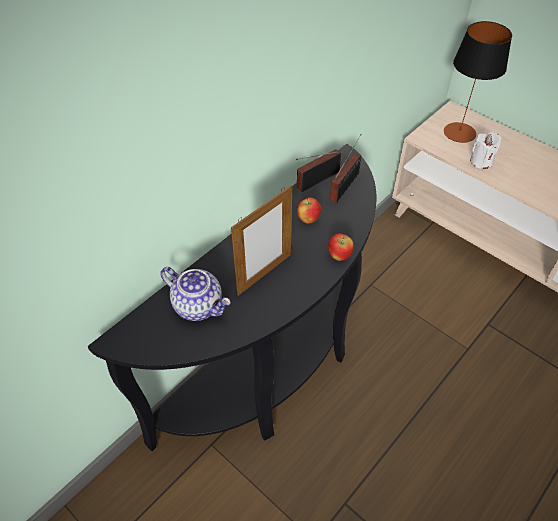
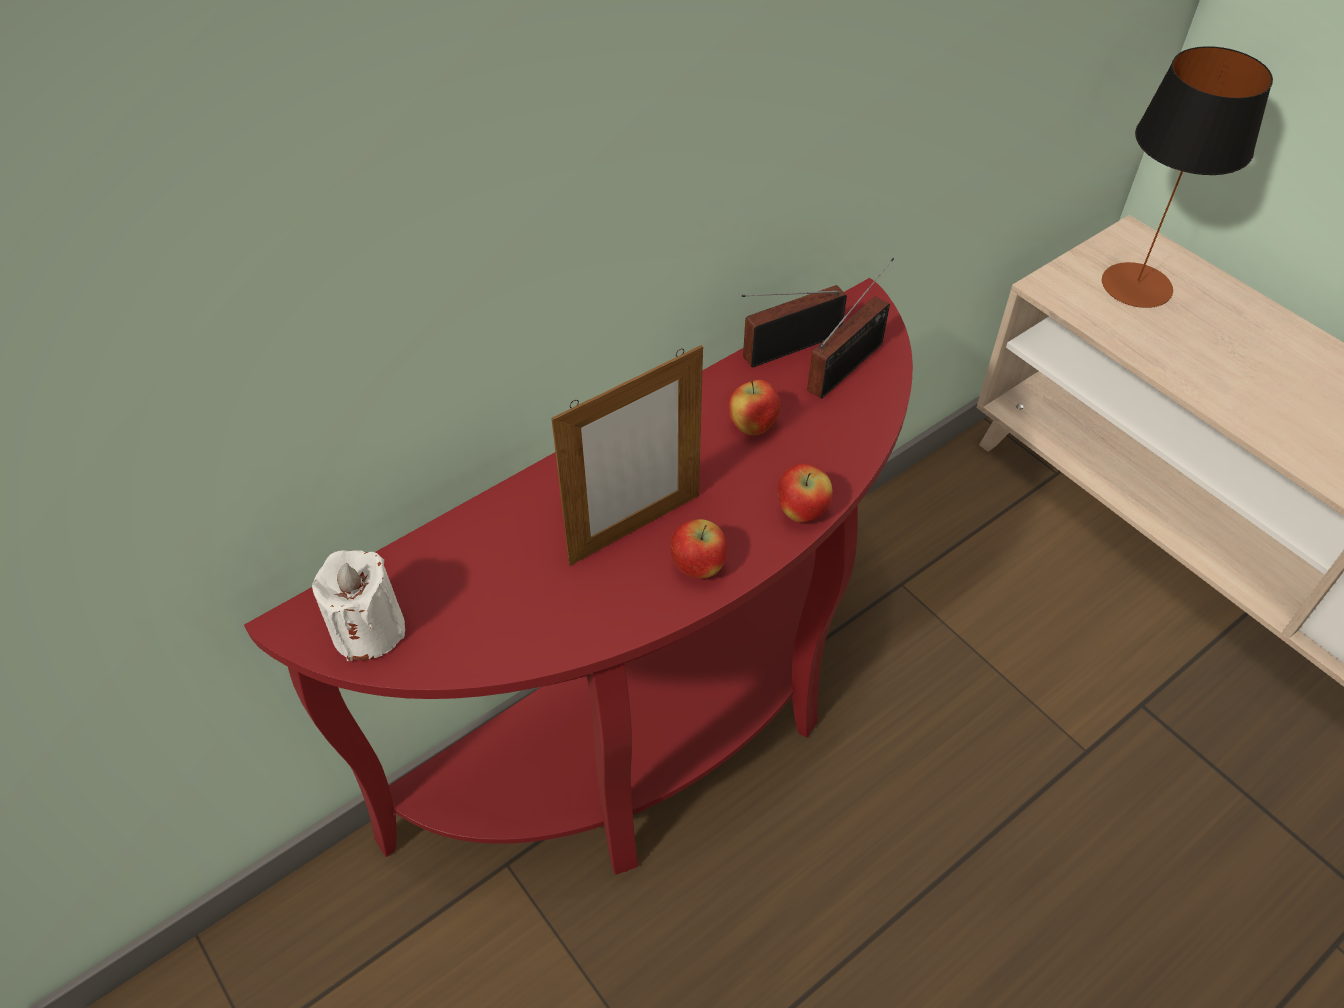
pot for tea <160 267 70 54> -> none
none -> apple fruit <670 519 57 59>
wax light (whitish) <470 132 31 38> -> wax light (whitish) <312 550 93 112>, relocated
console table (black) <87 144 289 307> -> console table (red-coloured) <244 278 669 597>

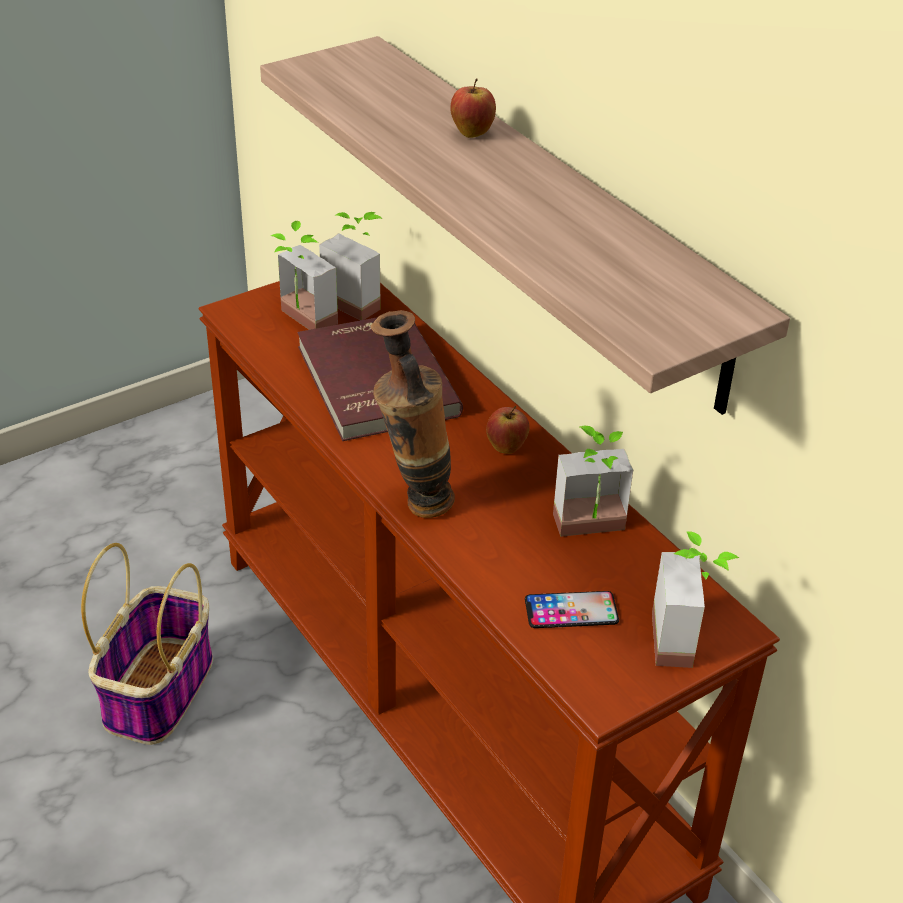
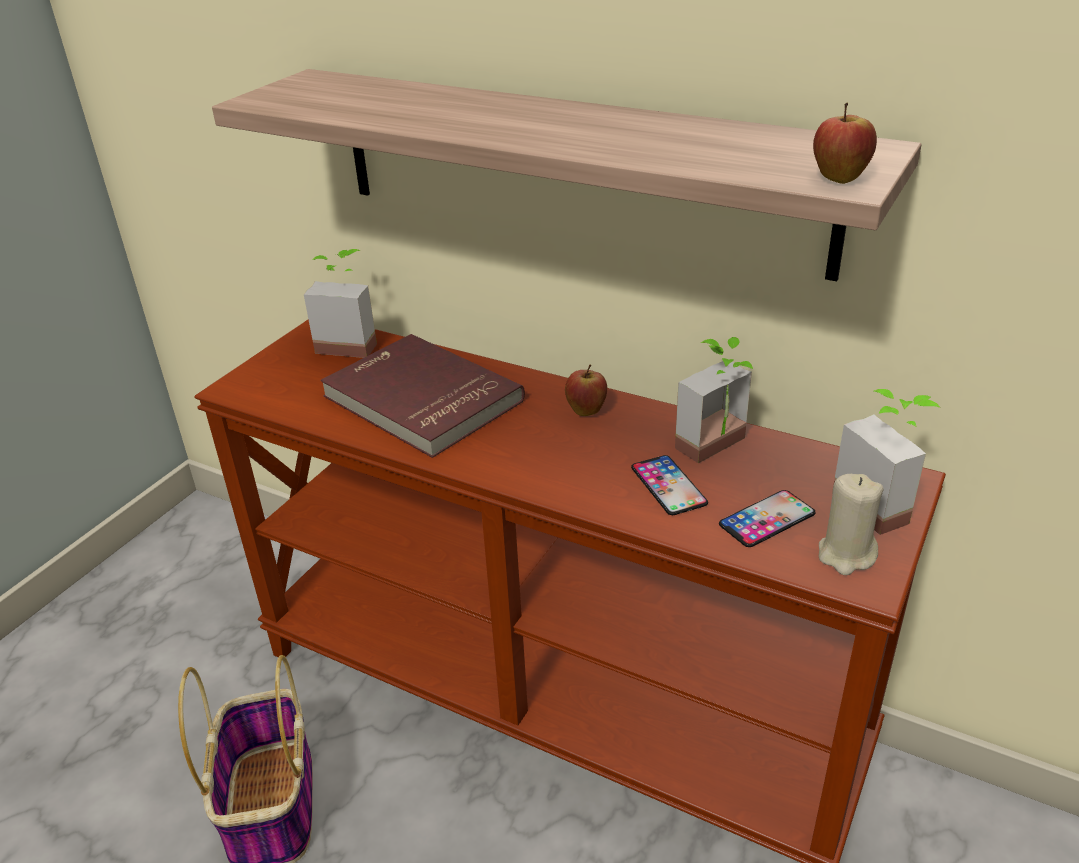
plant in a pot <271 221 67 109> -> none
vase <370 310 85 208> -> none
none -> phone <631 455 77 60>
none -> wax light (beige) <819 474 65 101>
apple fruit <450 78 46 60> -> apple fruit <813 103 64 81>, relocated

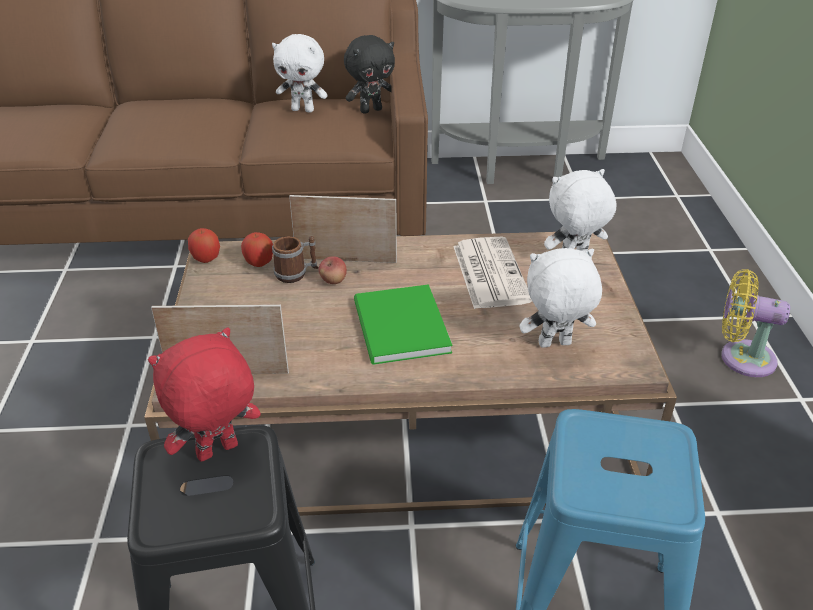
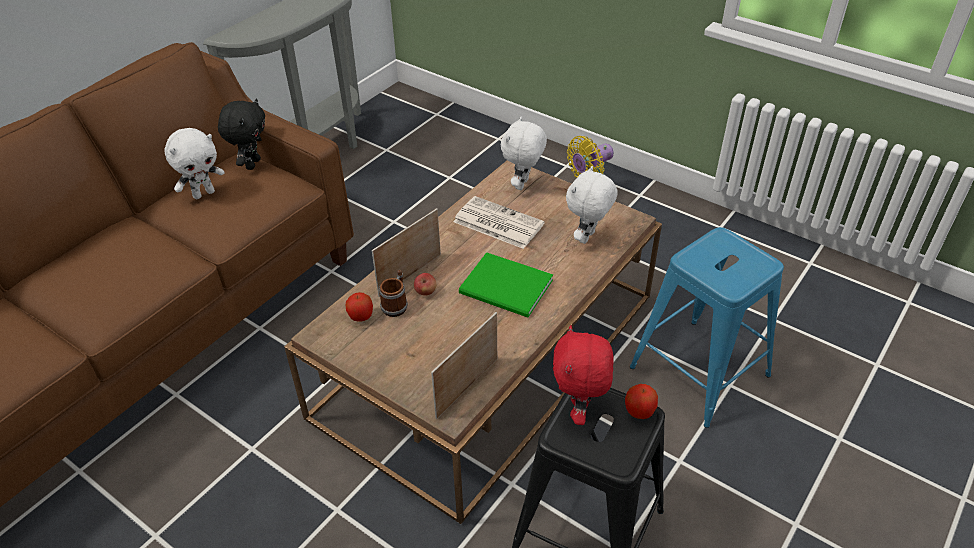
apple fruit <188 228 32 35> -> apple fruit <625 384 33 35>, relocated

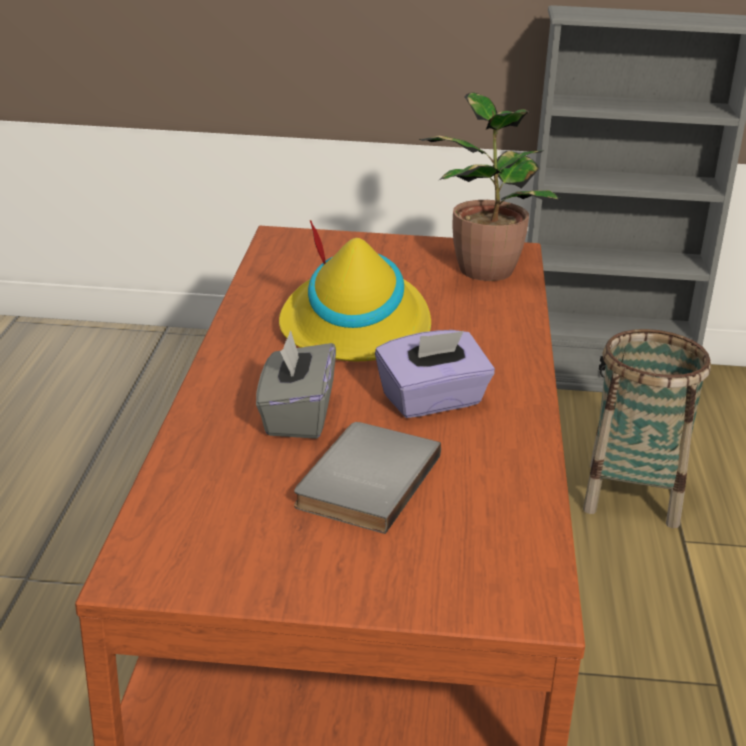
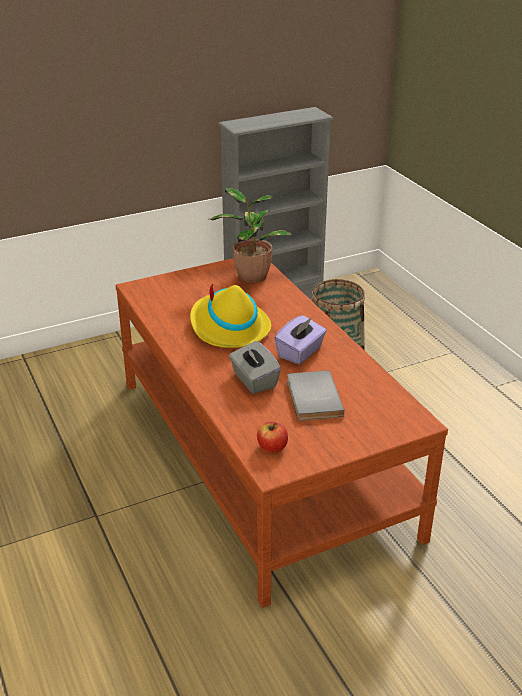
none -> apple fruit <257 422 31 31>

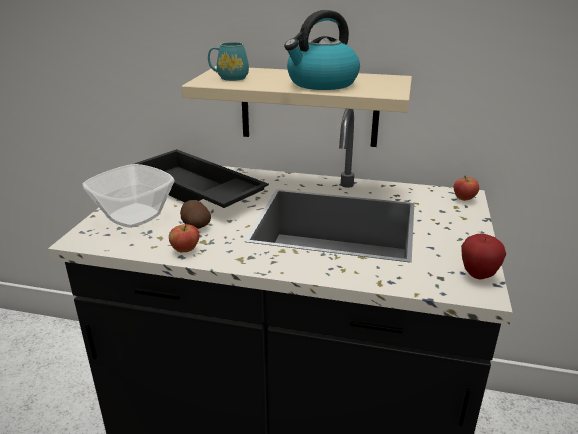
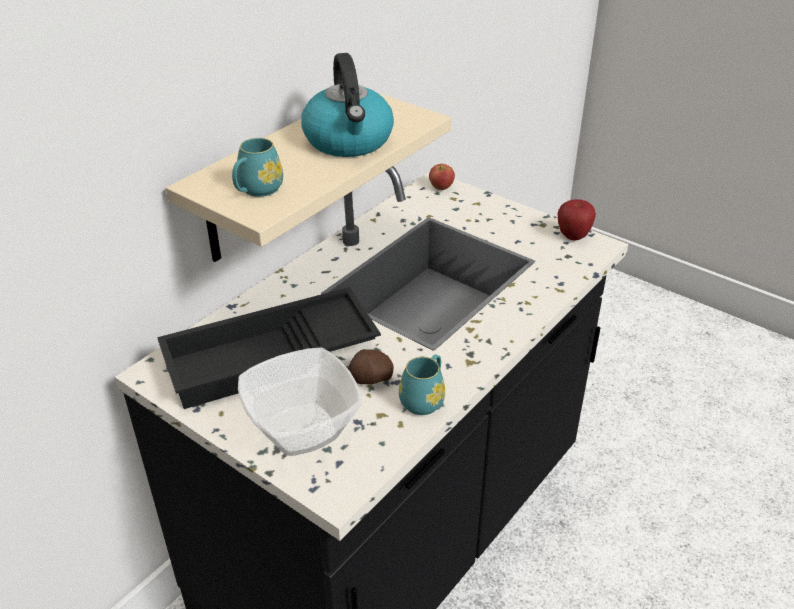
apple fruit <169 224 31 28> -> coffee mug (blue-green) <399 354 46 61>

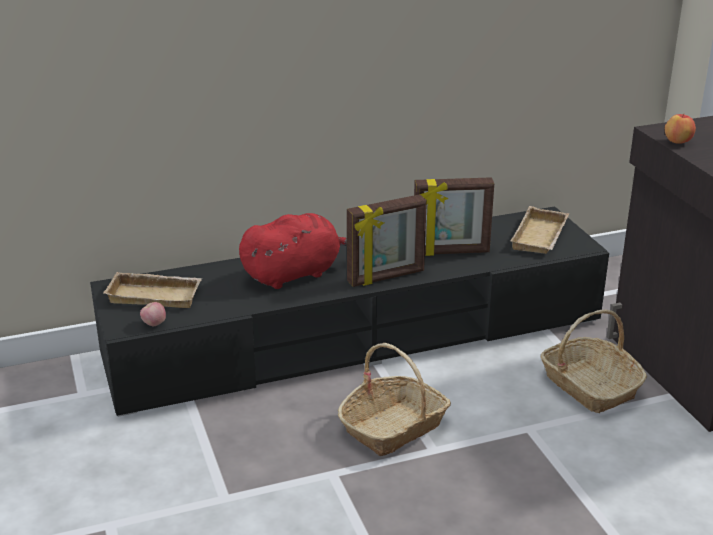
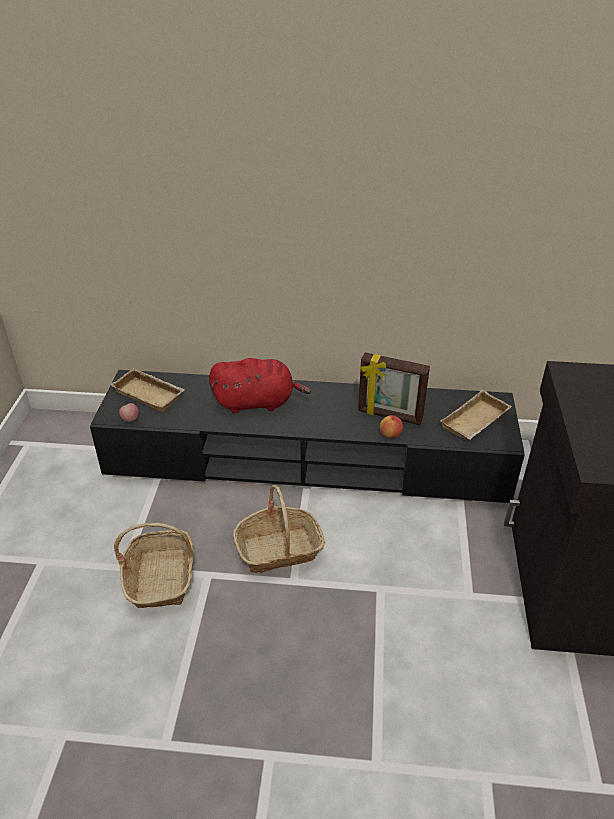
picture frame <347 194 80 93> -> none
household basket <541 310 106 103> -> household basket <114 523 80 85>, relocated
apple fruit <665 114 31 30> -> apple fruit <380 415 23 23>, relocated

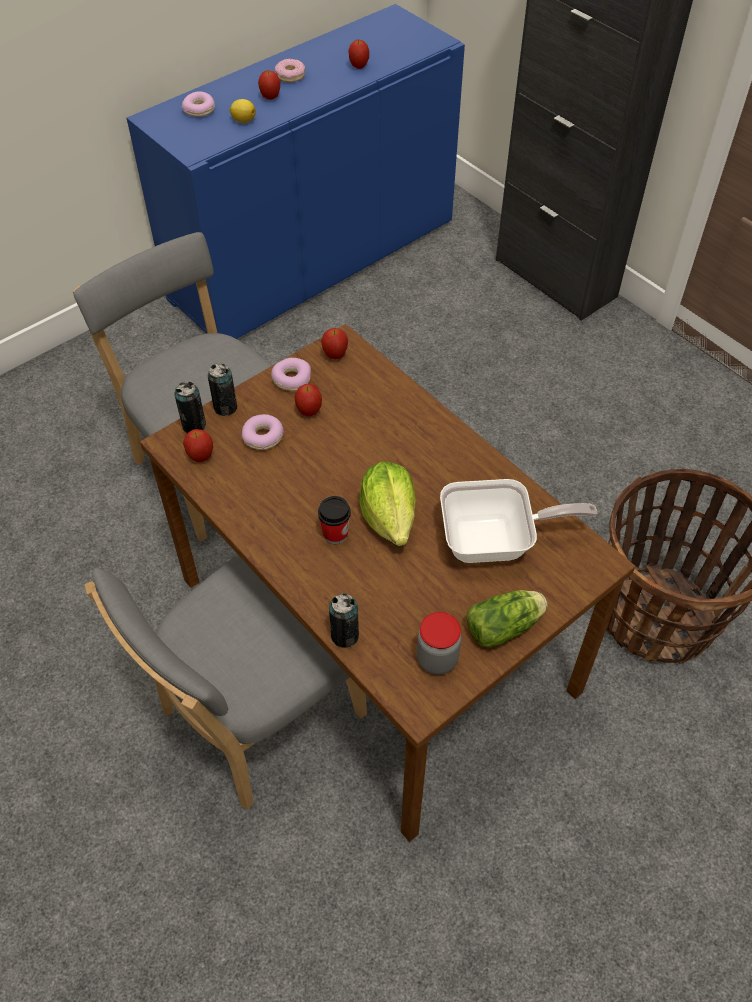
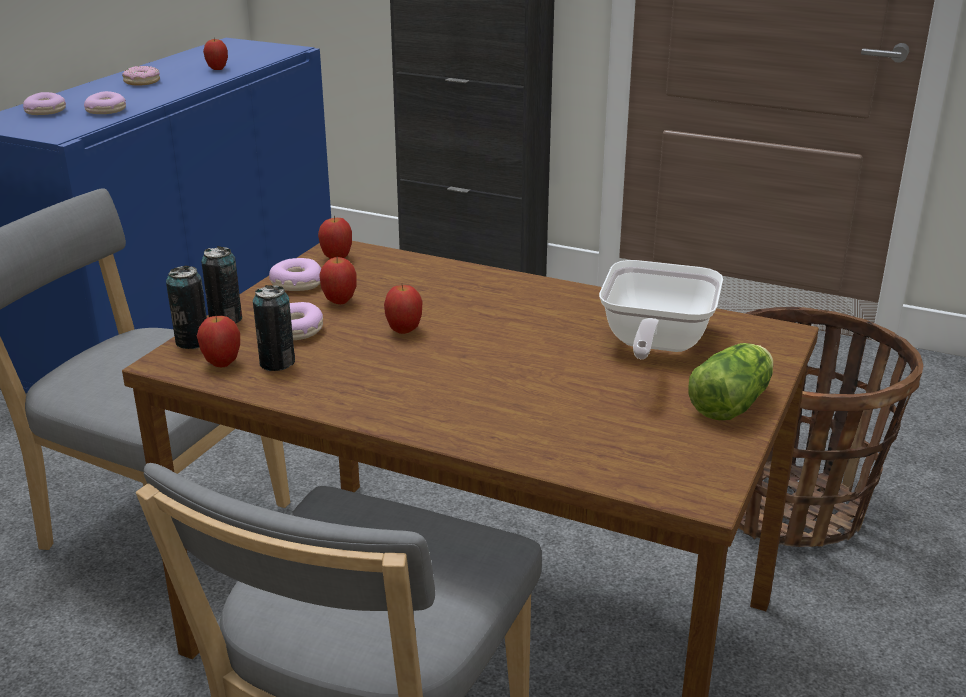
cup <318 496 33 48> -> none
lettuce <359 462 57 84> -> none
jar <417 612 44 63> -> none
apple fruit <258 71 22 29> -> apple fruit <384 285 39 49>, relocated
metal can <329 593 30 55> -> metal can <253 285 42 86>, relocated
whole lemon <229 99 27 24> -> ring doughnut <84 91 42 23>
pan <440 479 158 84> -> pan <599 260 124 99>, 135 degrees clockwise

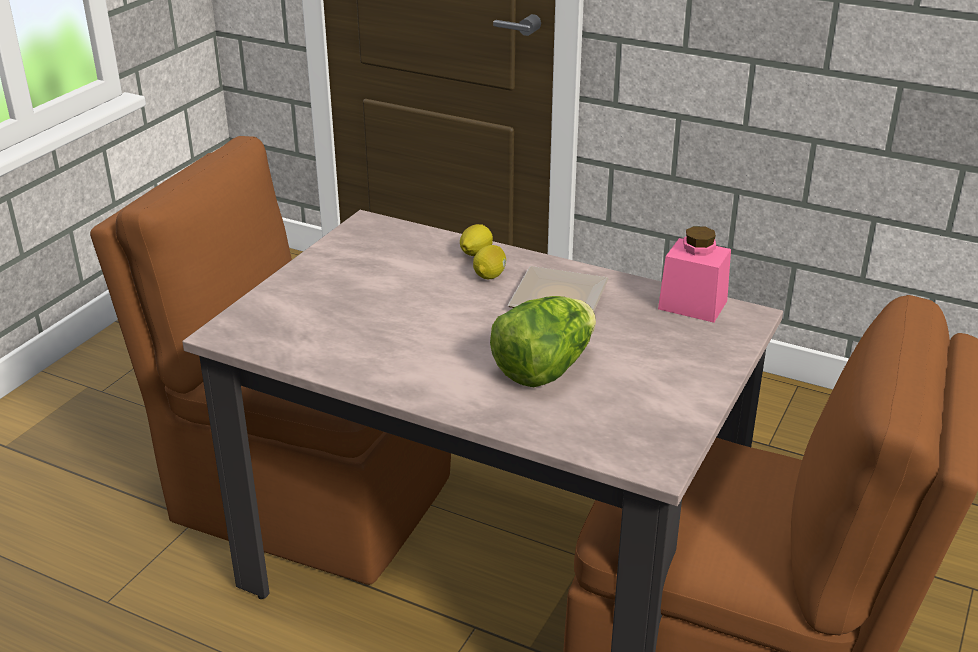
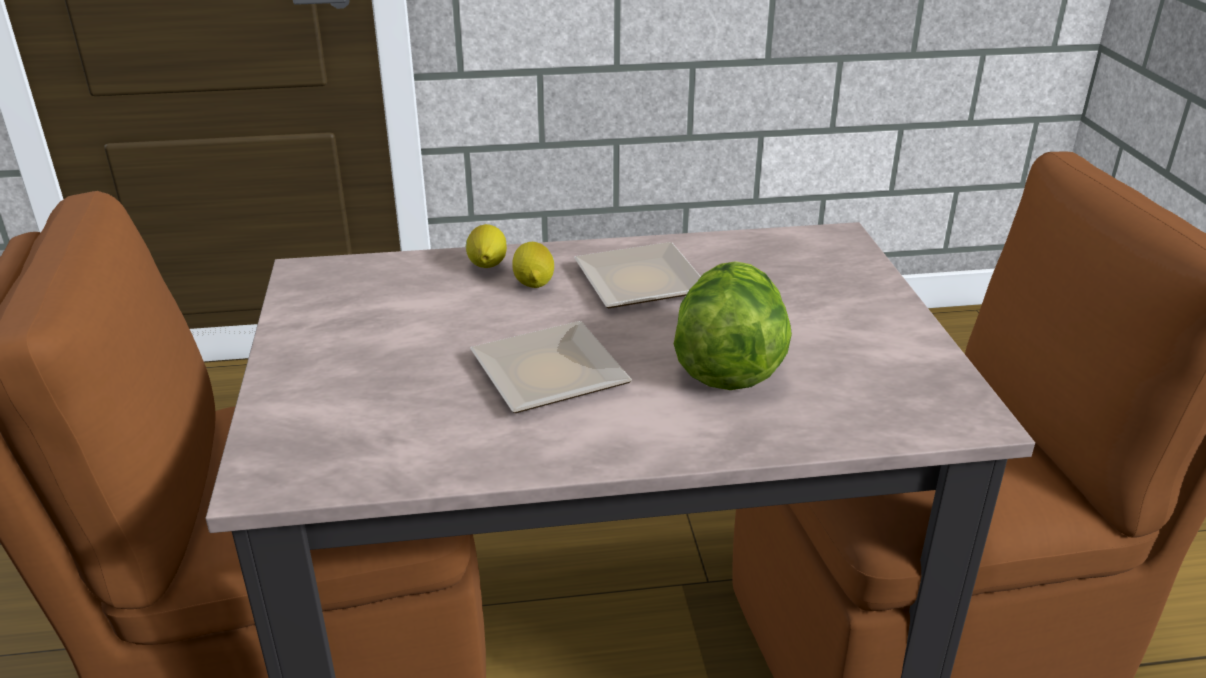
jar (pink) <658 226 73 97> -> none
none -> flat dish <470 321 162 92>

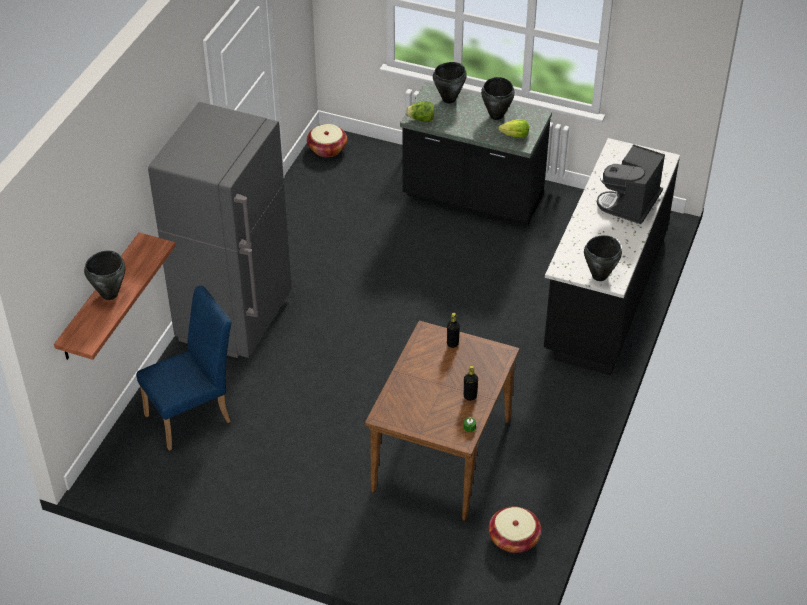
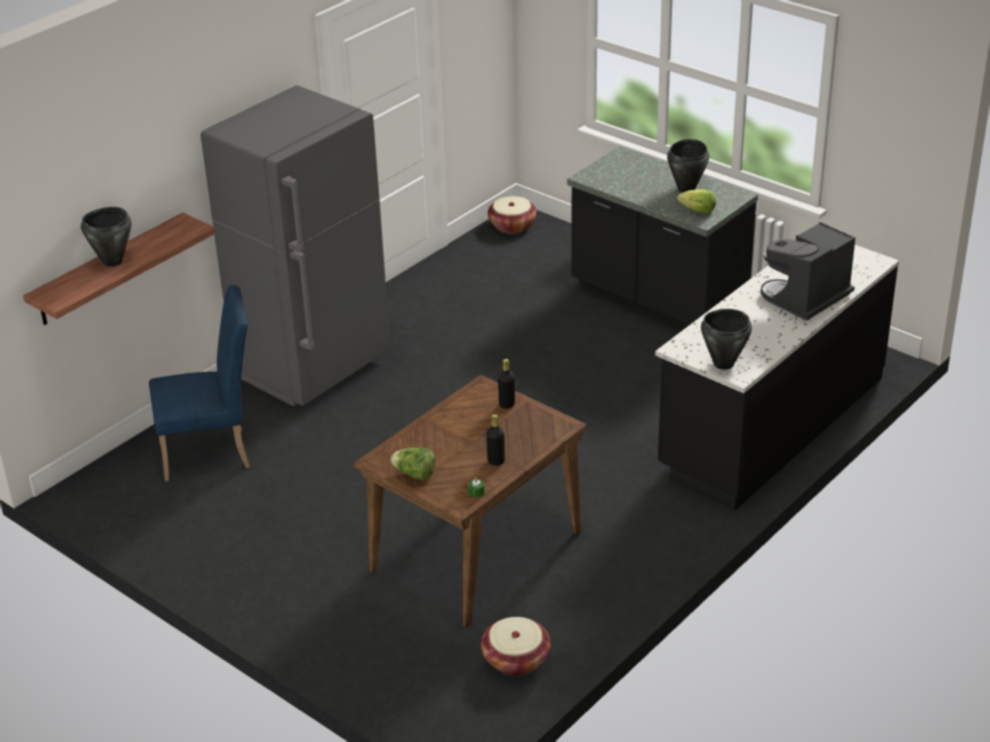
saucepot (black) <433 62 34 41> -> none
lettuce <405 101 29 21> -> lettuce <391 447 45 34>, relocated

